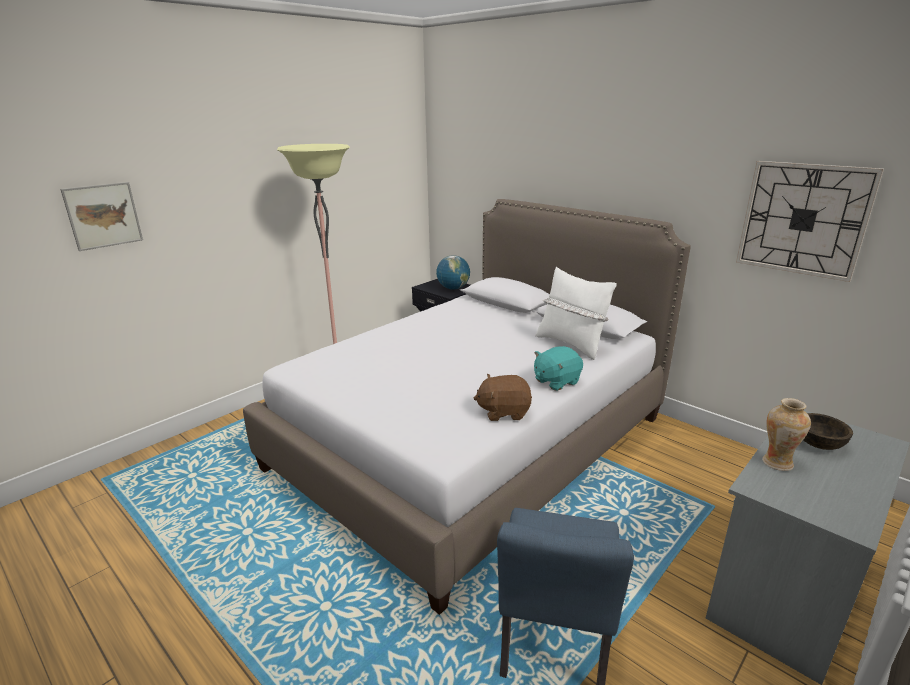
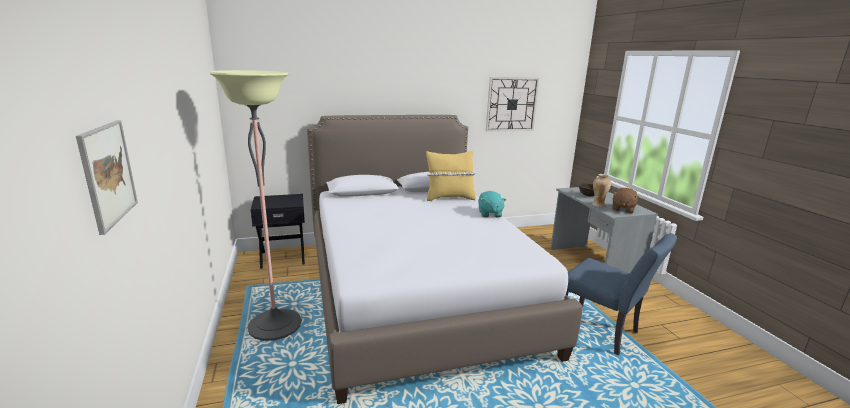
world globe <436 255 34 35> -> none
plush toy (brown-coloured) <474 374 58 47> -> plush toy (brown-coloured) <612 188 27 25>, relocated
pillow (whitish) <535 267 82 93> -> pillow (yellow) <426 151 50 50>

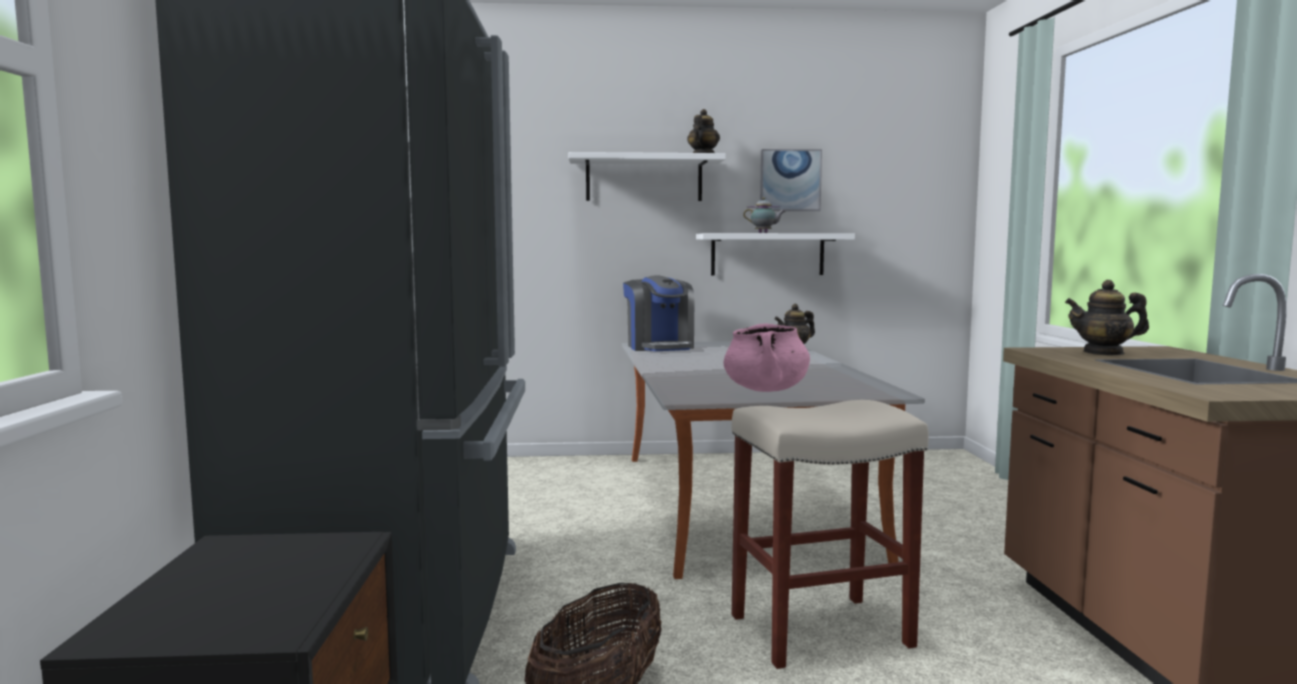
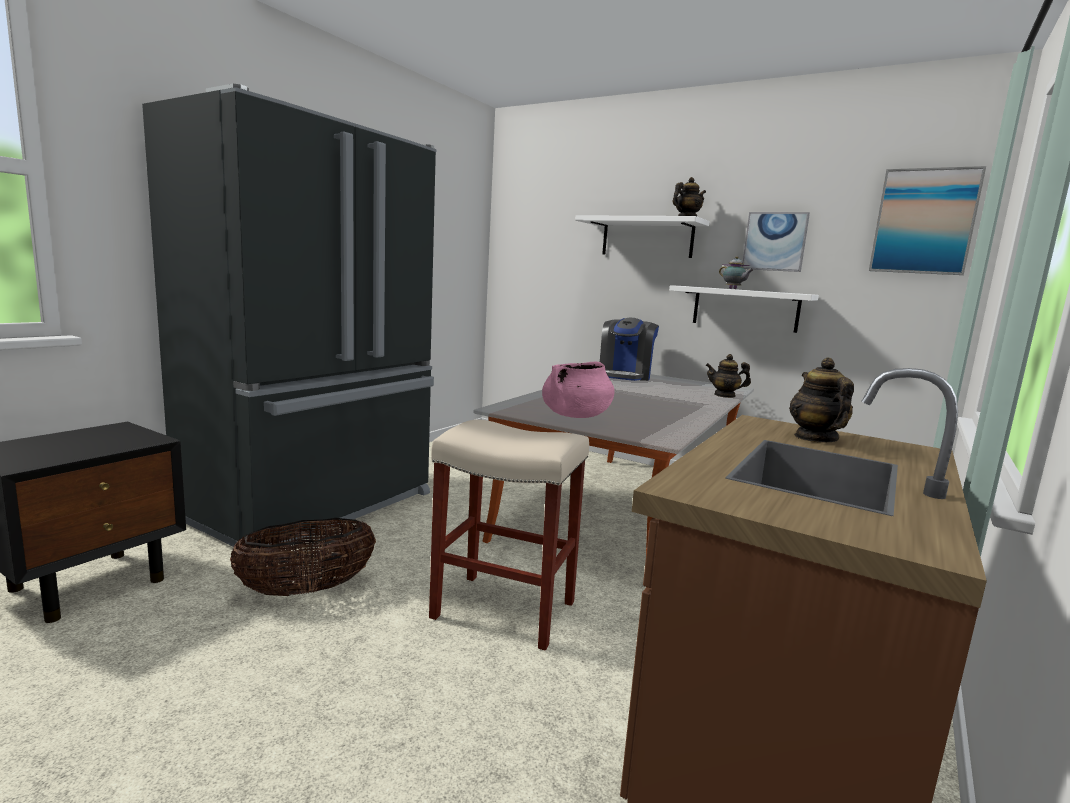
none -> wall art <869 166 117 109>
pot for tea <1065 280 84 76> -> pot for tea <789 358 65 85>, 45 degrees clockwise

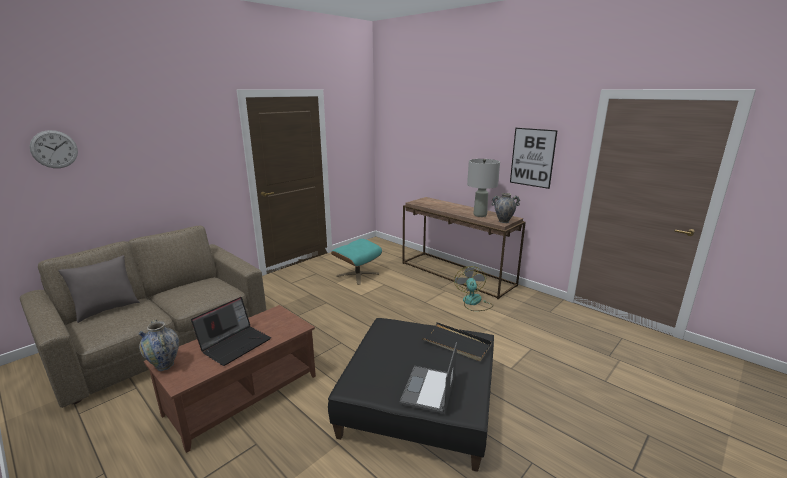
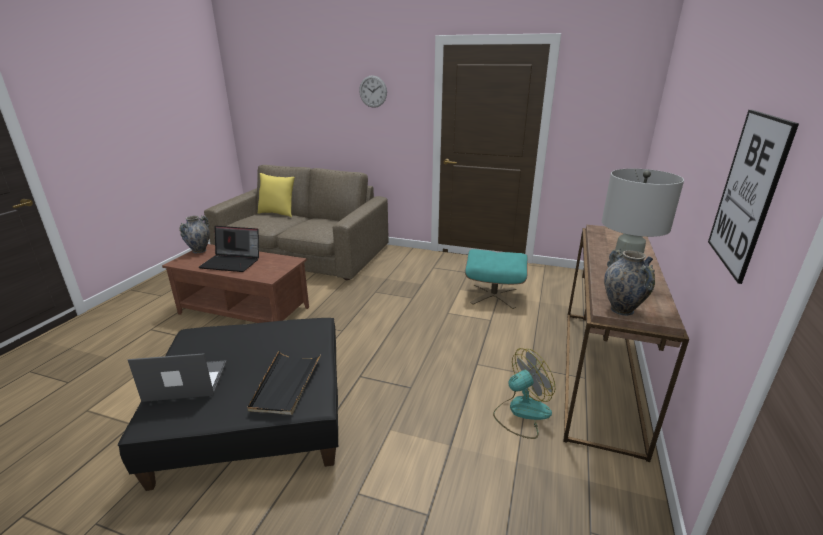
wall clock <29 130 49 38> -> wall clock <359 75 28 33>, relocated
pillow (grey) <58 255 82 68> -> pillow (yellow) <258 173 37 45>

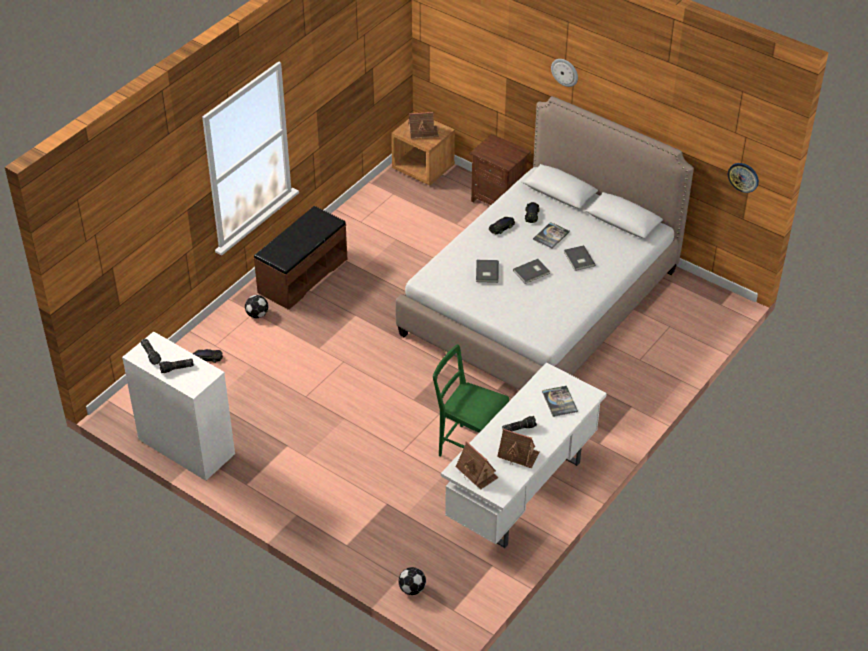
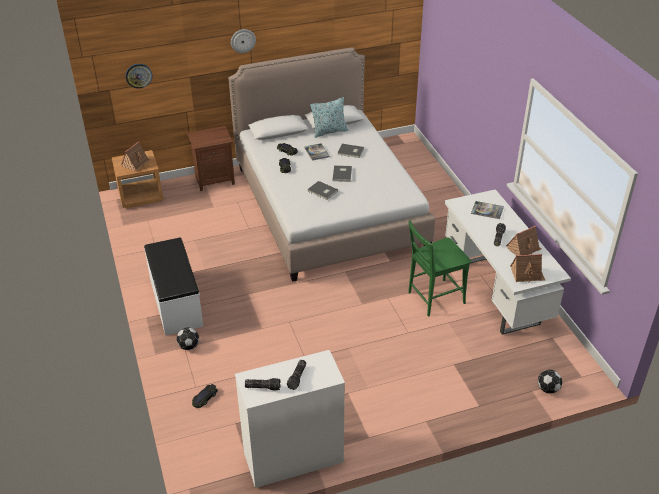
none -> pillow <310 97 38 41>
wall clock <728 163 31 30> -> wall clock <125 64 27 25>, relocated
long seat (brown-coloured) <254 206 93 104> -> long seat (whitish) <144 237 60 99>

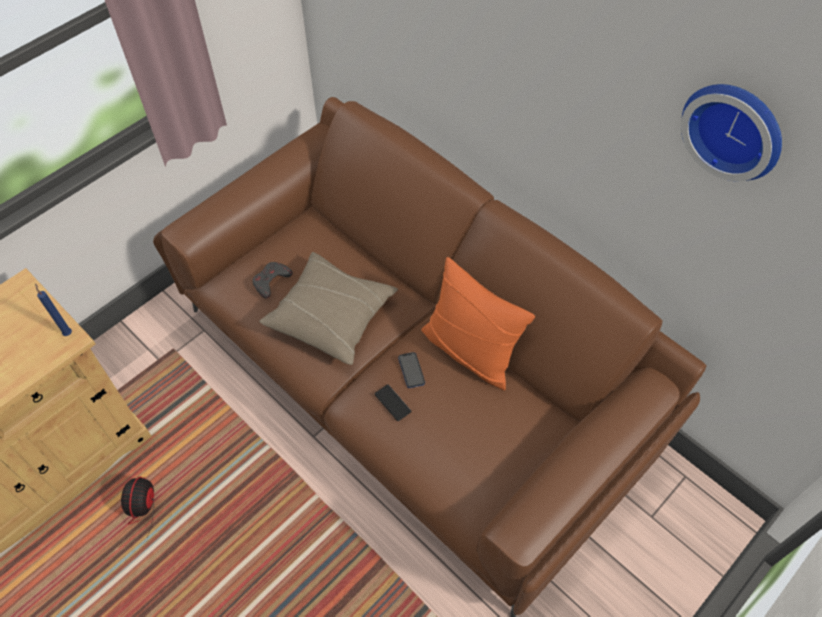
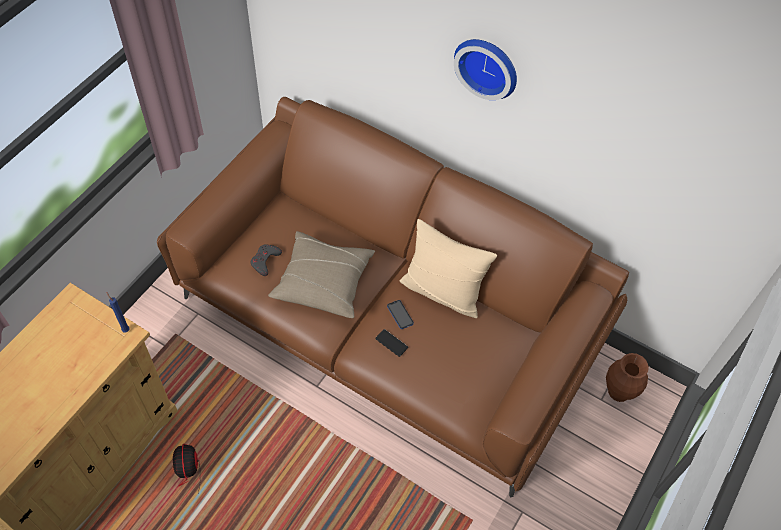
none -> vase (brown-coloured) <606 353 43 49>
wall clock <681 84 101 97> -> wall clock <454 39 63 61>, relocated
pillow (orangey) <421 257 114 134> -> pillow (beige) <400 219 97 99>

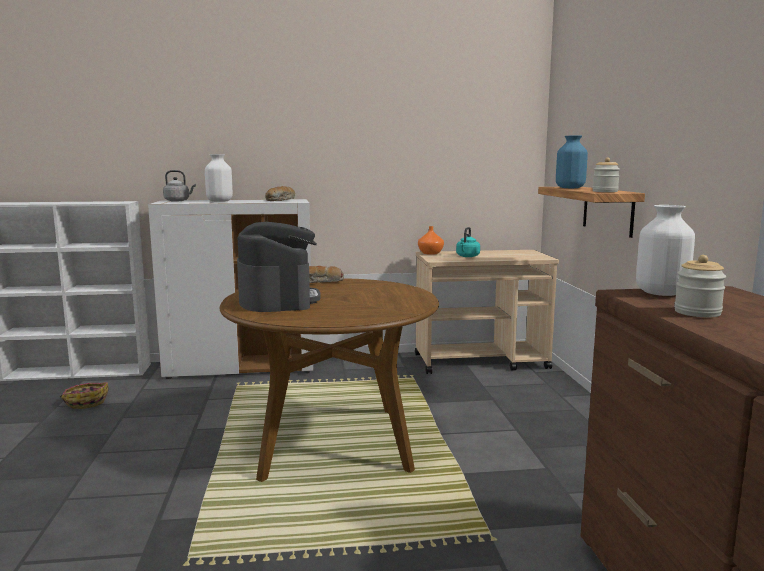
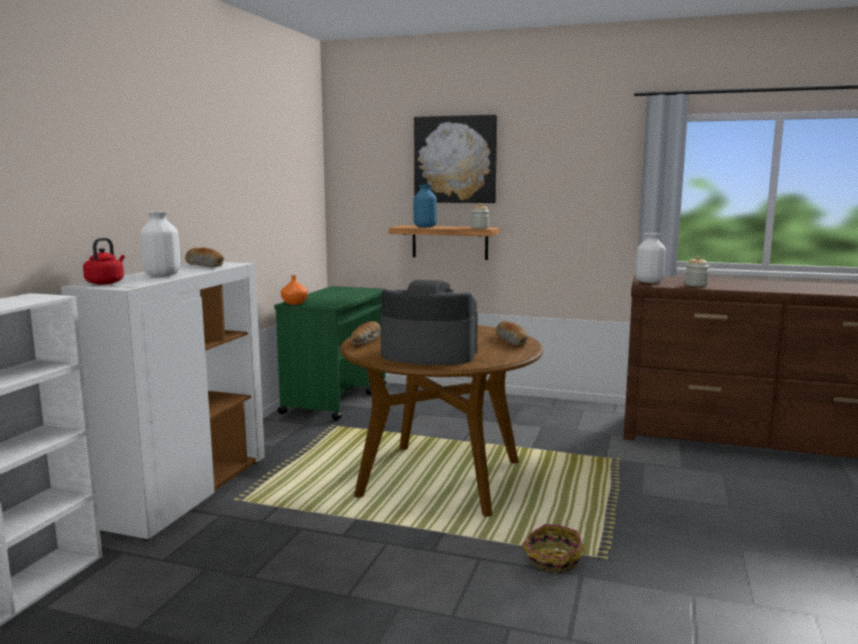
kettle (blue-green) <456 227 24 30> -> none
none -> wall art <414 115 83 88>
none -> bakery bread <496 321 32 25>
household basket <60 382 49 27> -> household basket <522 524 62 48>, relocated
kettle (grey) <163 170 33 31> -> kettle (red-coloured) <83 238 42 46>
wheeled cart (beige) <415 250 144 124> -> wheeled cart (greenish) <274 286 113 134>

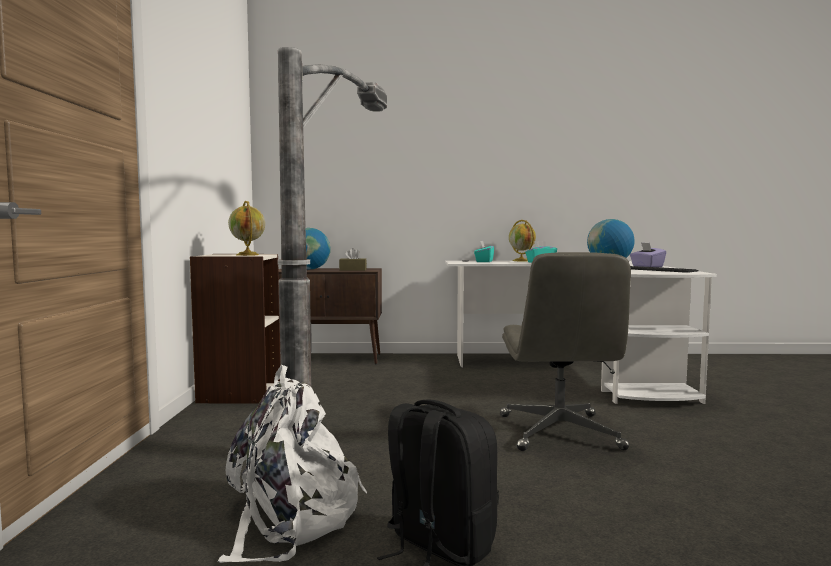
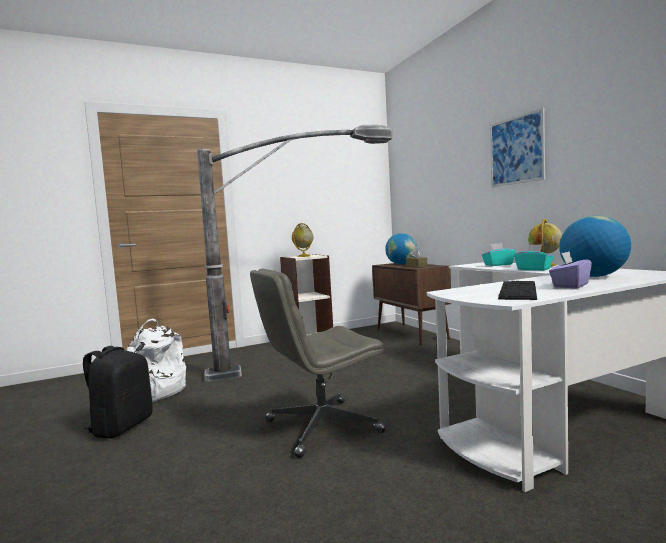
none -> wall art <490 108 55 79>

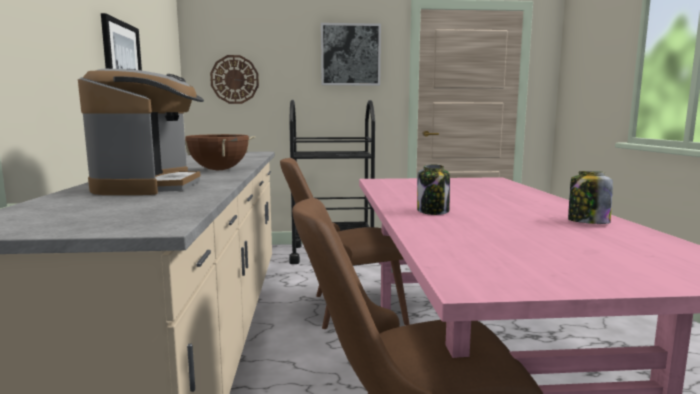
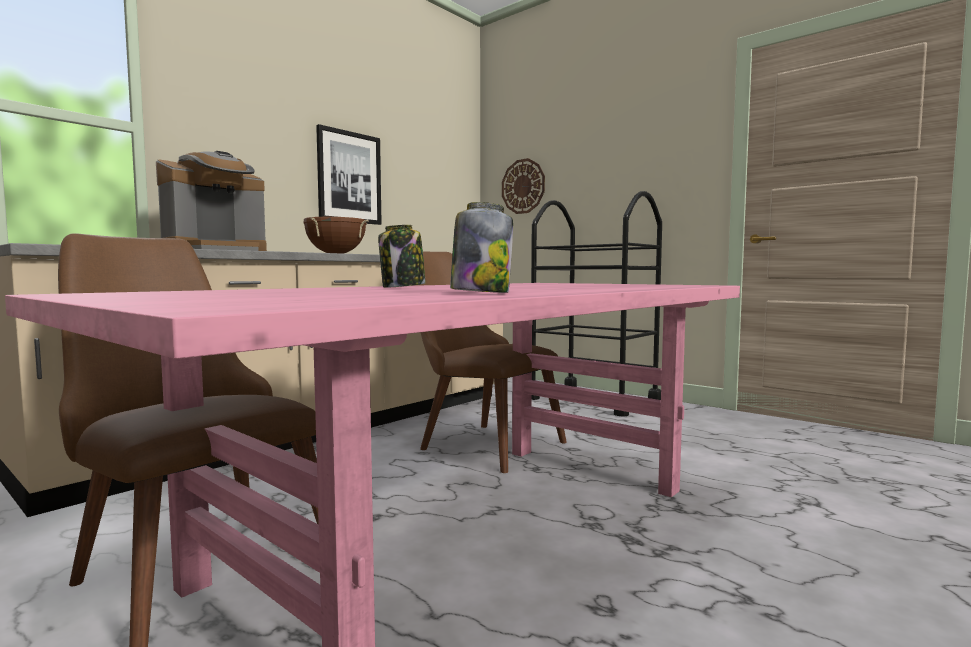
wall art <321 23 60 62> -> none

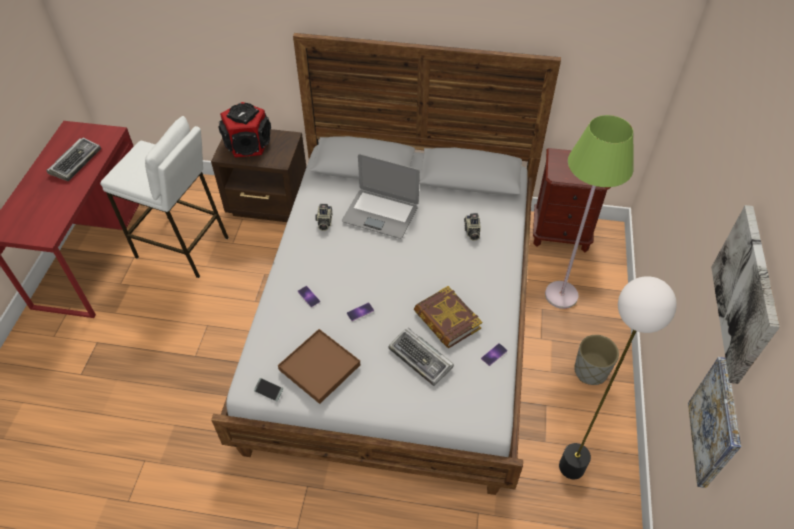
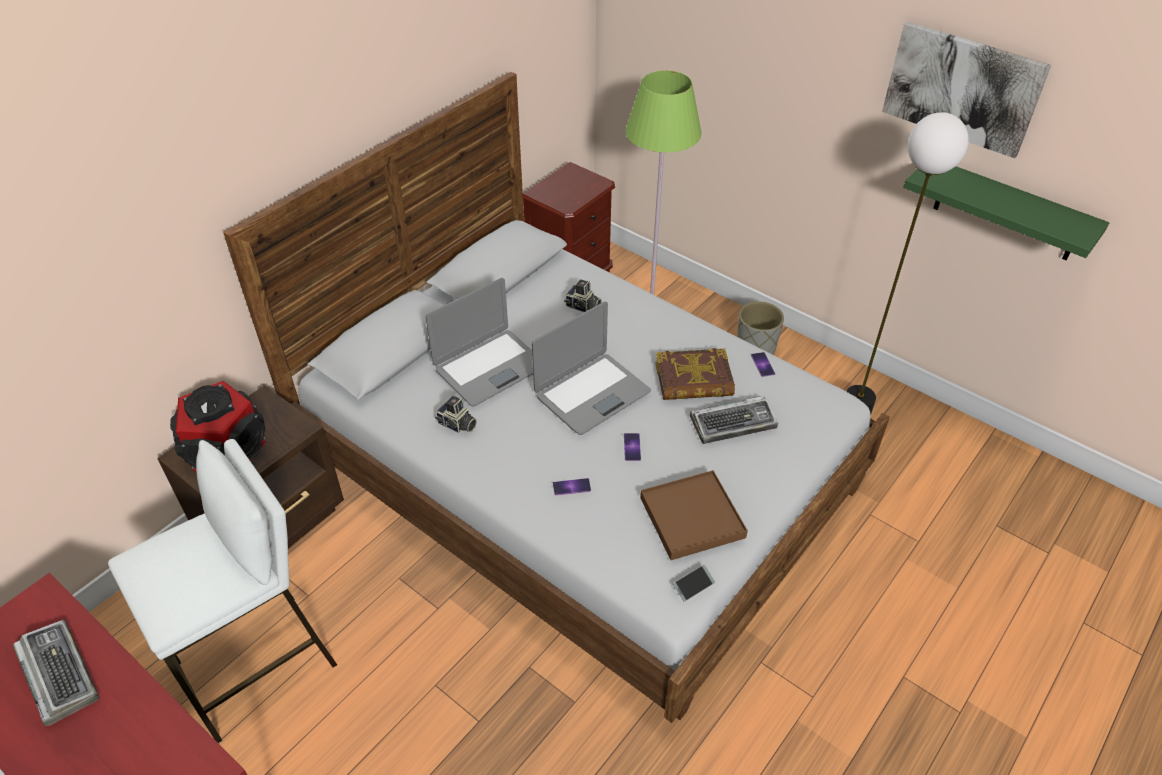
none -> laptop <532 301 119 134>
wall art <688 357 53 131> -> shelf (greenish) <903 166 206 94>

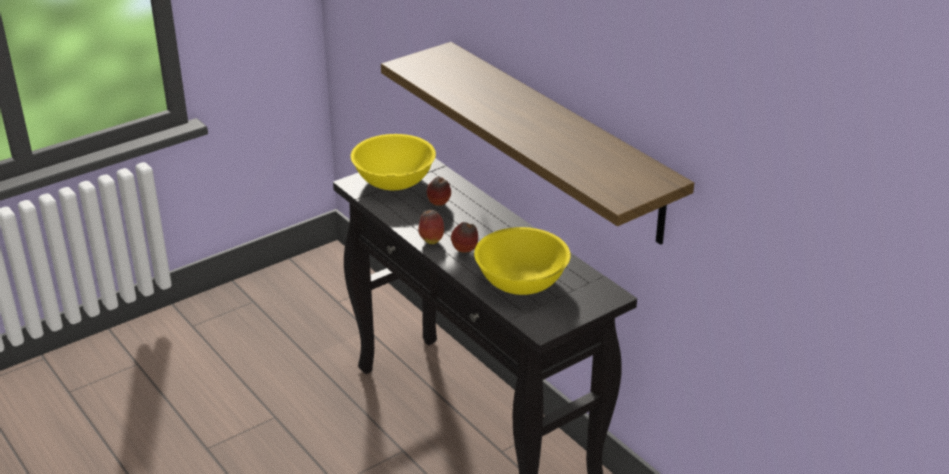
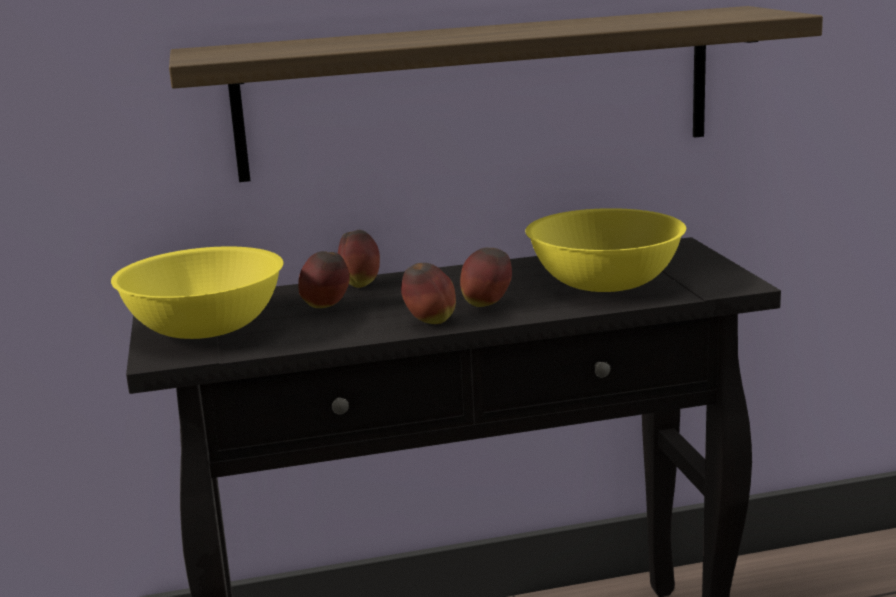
none -> apple fruit <338 230 42 58>

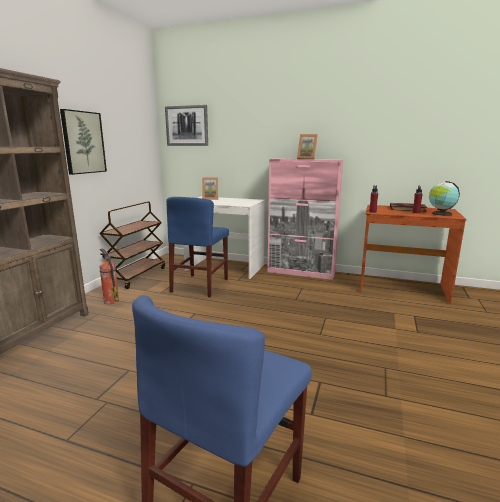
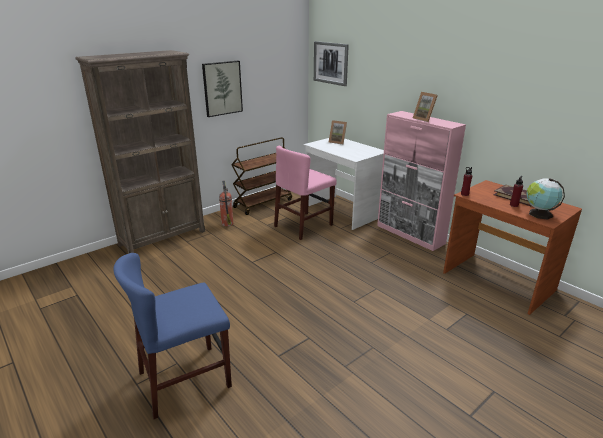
upright chair (blue) <166 197 63 100> -> upright chair (pink) <274 146 63 94>

